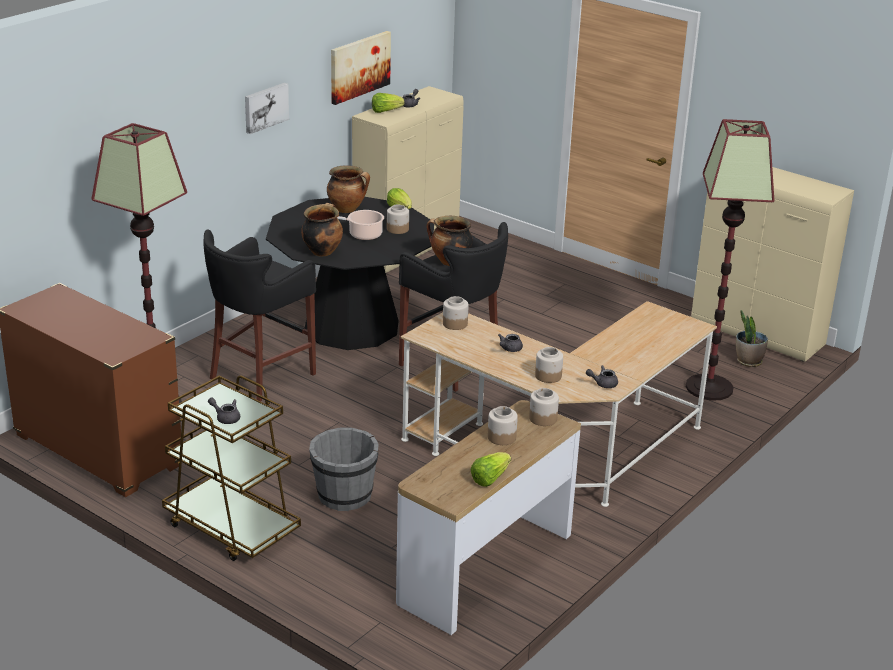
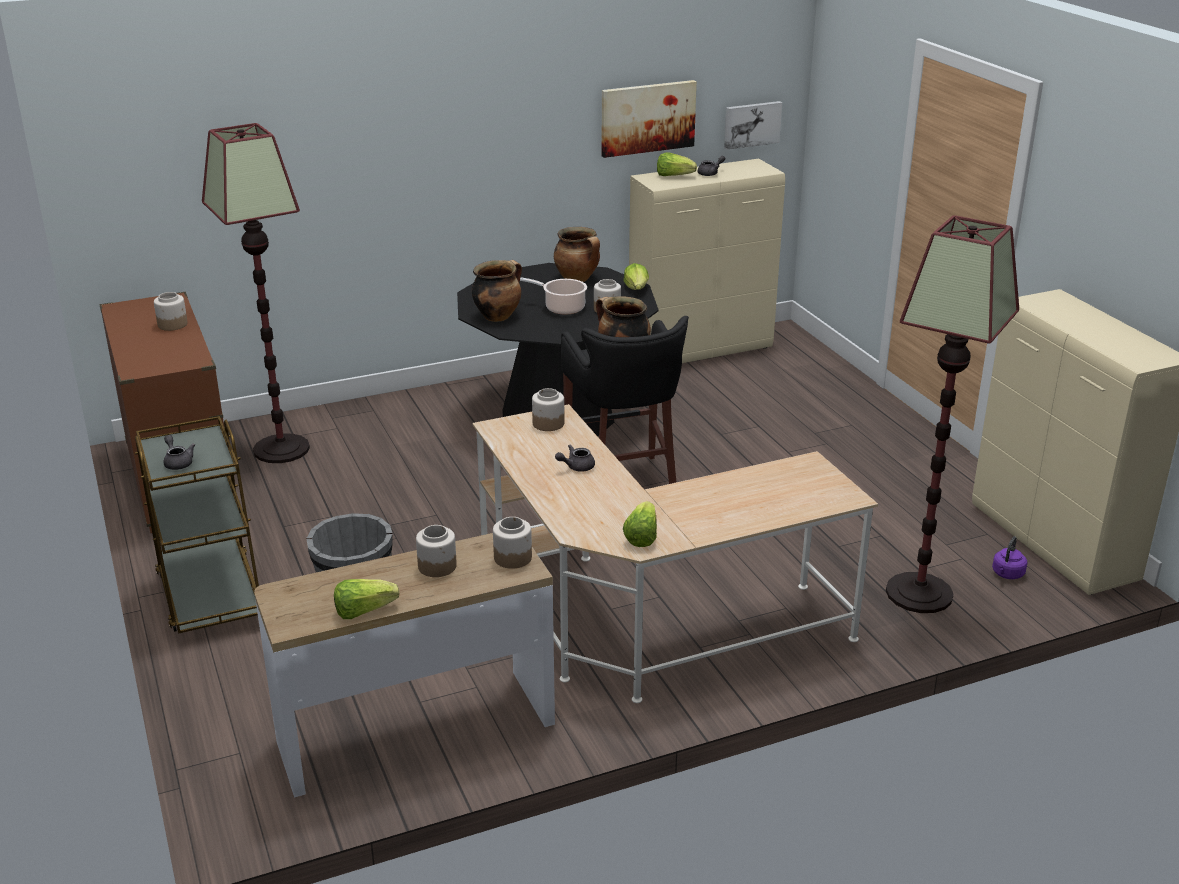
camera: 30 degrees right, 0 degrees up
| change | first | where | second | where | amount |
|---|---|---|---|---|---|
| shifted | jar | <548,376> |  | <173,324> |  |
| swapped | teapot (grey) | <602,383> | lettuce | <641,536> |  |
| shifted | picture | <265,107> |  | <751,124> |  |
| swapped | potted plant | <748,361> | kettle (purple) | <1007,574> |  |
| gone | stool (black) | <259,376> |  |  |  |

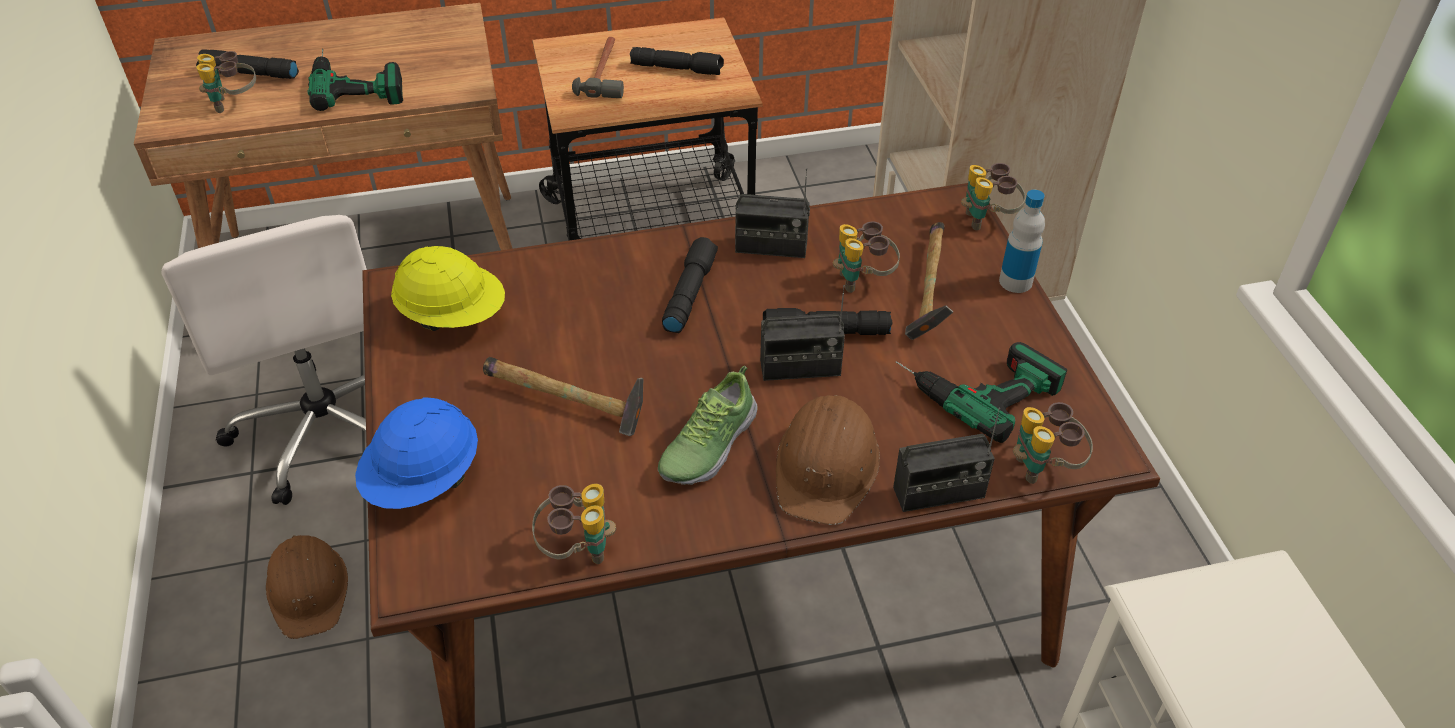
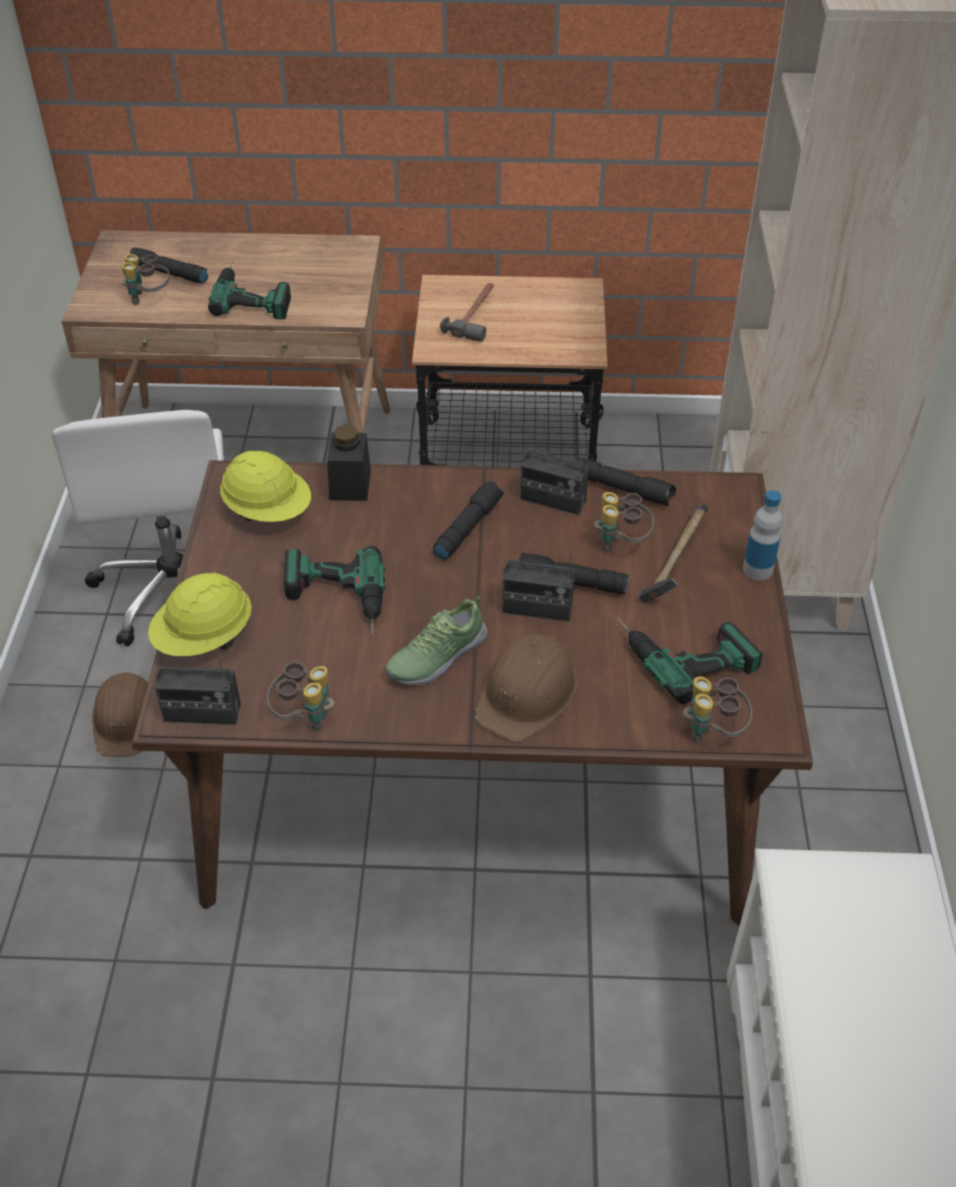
camera: 15 degrees right, 0 degrees up
| change | first | where | second | where | amount |
|---|---|---|---|---|---|
| repainted | hard hat (blue) | <424,480> | hard hat (yellow) | <205,639> |  |
| shifted | radio | <939,493> |  | <202,713> |  |
| swapped | hammer | <568,405> | power drill | <335,602> |  |
| new |  |  | jar (black) | <350,484> |  |
| shifted | flashlight (black) | <677,68> |  | <623,489> |  |
| gone | binoculars | <987,219> |  |  |  |

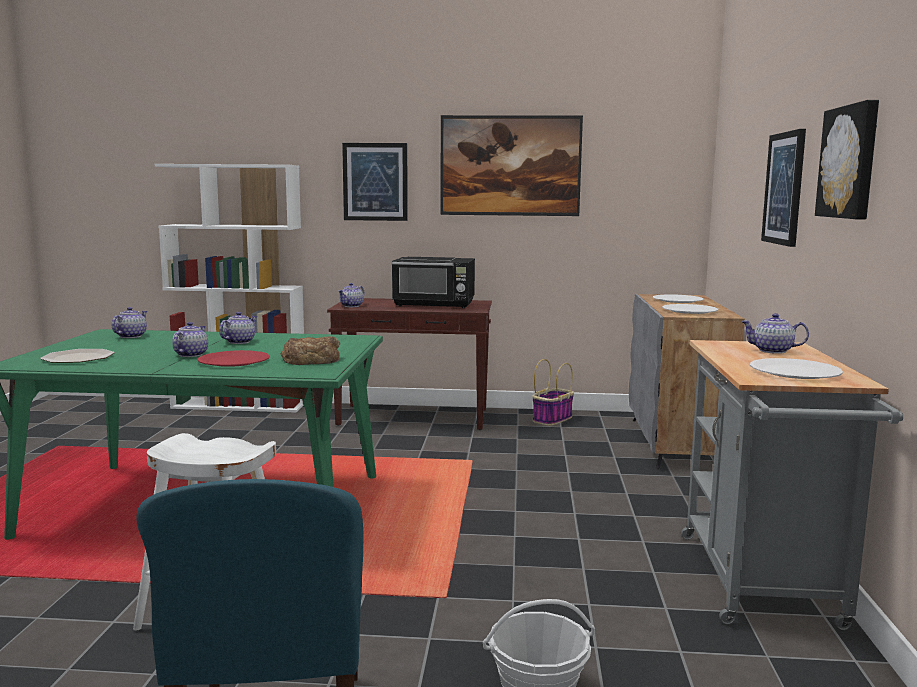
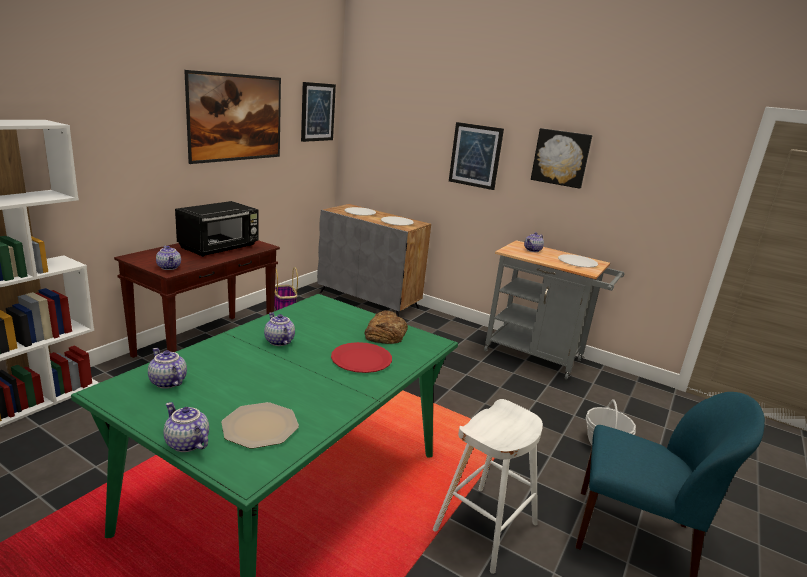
camera: 65 degrees left, 10 degrees up
| change | first | where | second | where | amount |
|---|---|---|---|---|---|
| shifted | teapot | <190,355> |  | <186,443> |  |
| shifted | picture | <375,182> |  | <317,112> |  |

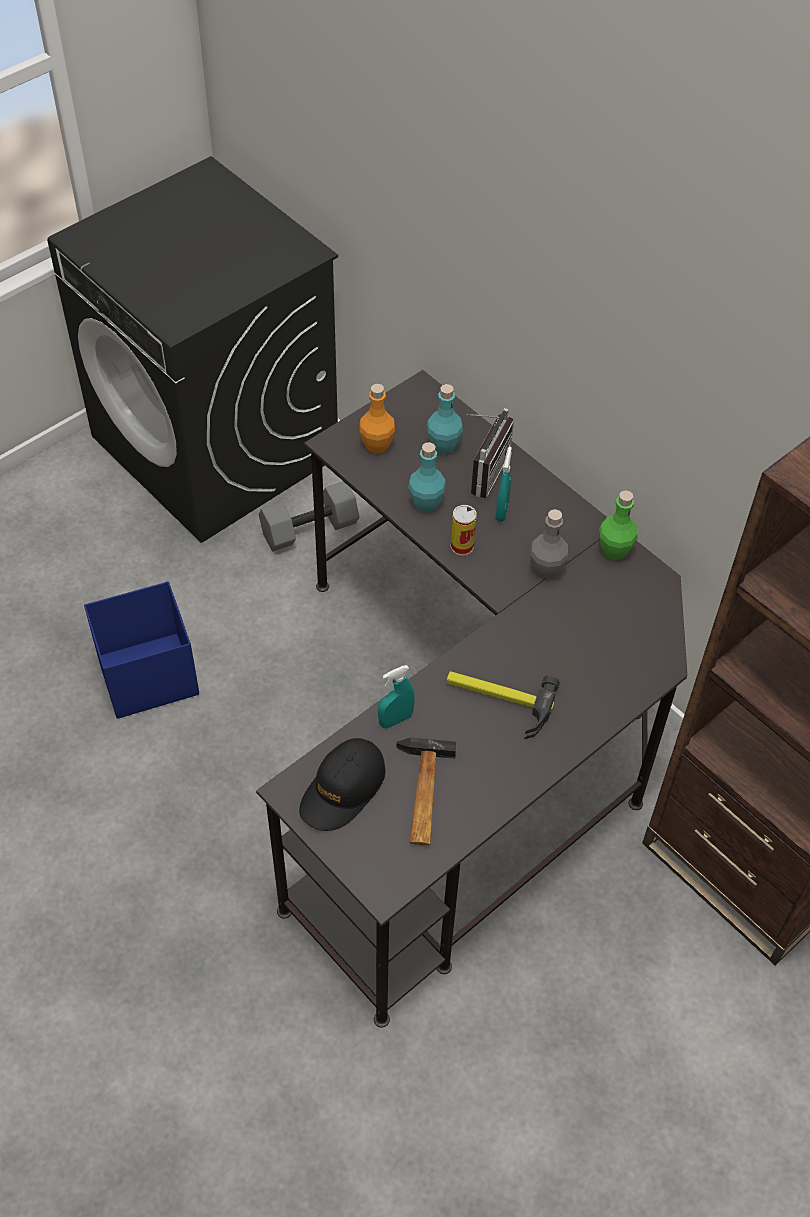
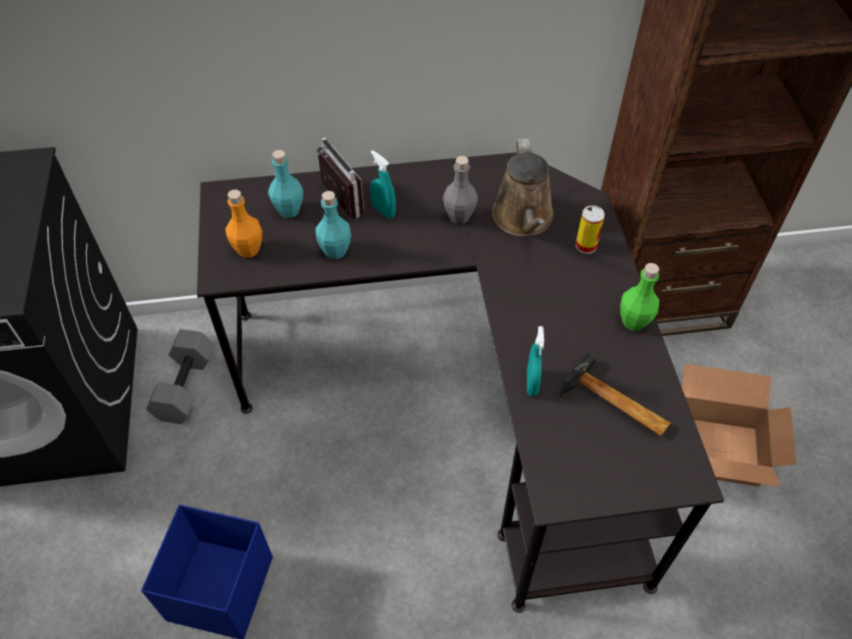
camera: 55 degrees left, 0 degrees up
| change | first | where | second | where | amount |
|---|---|---|---|---|---|
| new |  |  | watering can (brown) | <523,219> |  |
| shifted | can | <462,546> |  | <586,245> |  |
| shifted | bottle (green) | <614,551> |  | <633,321> |  |
| new |  |  | cardboard box | <715,451> |  |
| gone | cap (black) | <343,790> |  |  |  |
| gone | hammer | <498,700> |  |  |  |

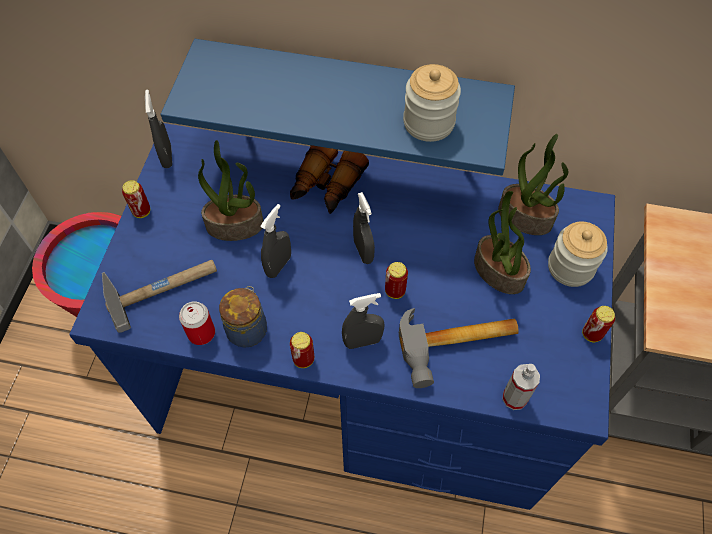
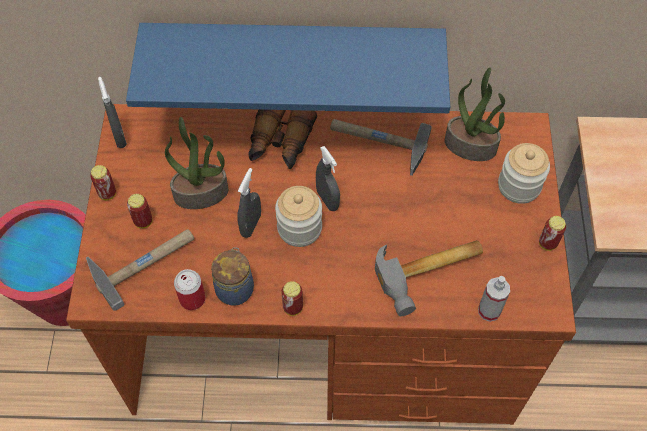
camera: 10 degrees left, 0 degrees up
| change | first | where | second | where | amount |
|---|---|---|---|---|---|
| repainted | desk (blue) | <358,381> | desk (brown) | <325,330> |  |
| shifted | can | <395,291> |  | <143,221> |  |
| shifted | jar | <428,122> |  | <299,228> |  |
| new |  |  | hammer | <377,142> |  |
| gone | spray bottle (grey) | <362,341> |  |  |  |
| gone | potted plant | <497,272> |  |  |  |

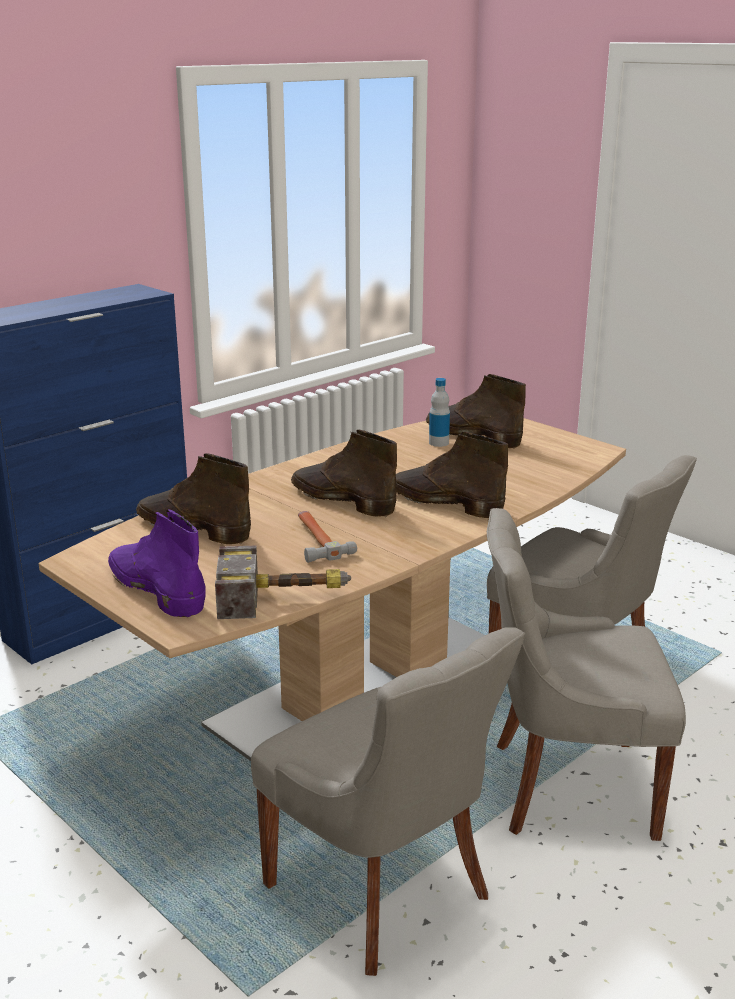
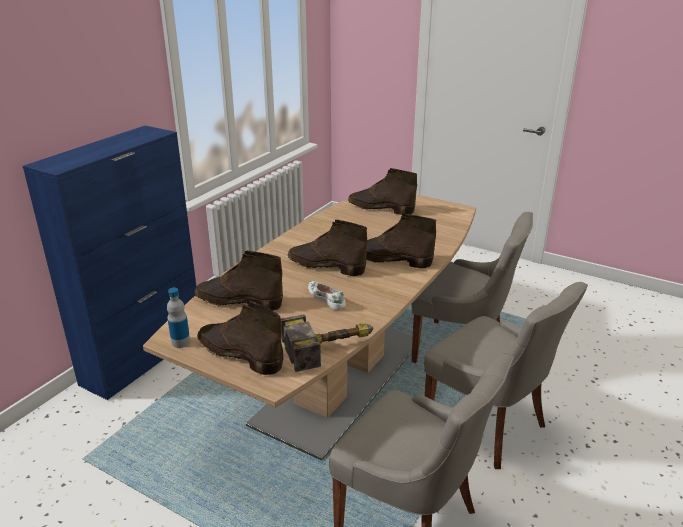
camera: 15 degrees left, 5 degrees up
| change | first | where | second | where | amount |
|---|---|---|---|---|---|
| shifted | bottle | <438,443> |  | <180,342> |  |
| repainted | boot (purple) | <155,588> | boot (brown) | <239,354> |  |
| swapped | hammer | <317,539> | shoe (white) | <327,298> |  |
| rotated | chair (grey) | <568,787> |  | <488,426> | 120 degrees counterclockwise |

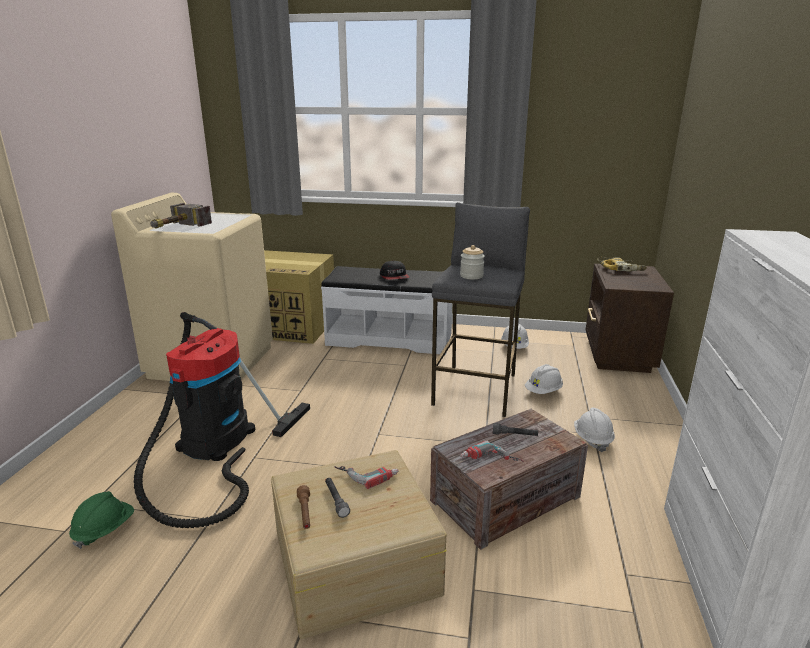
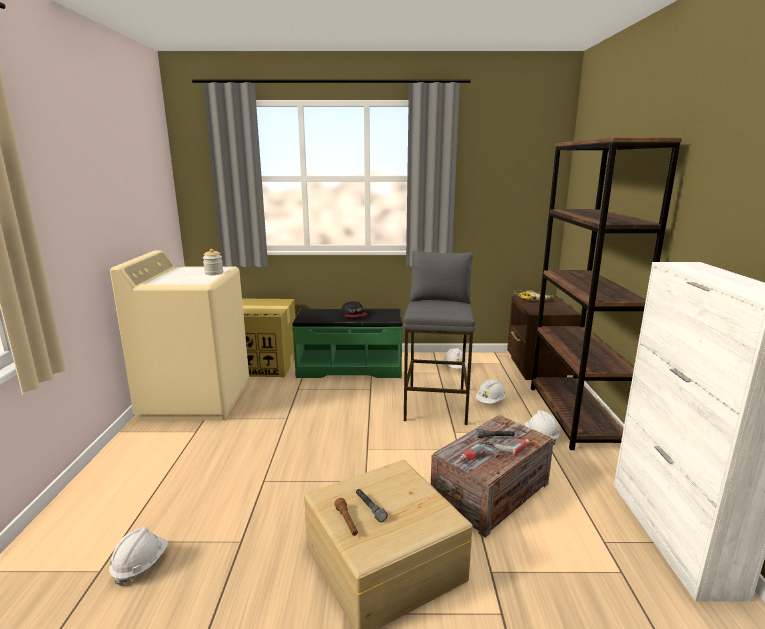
camera: 10 degrees left, 5 degrees down
| change | first | where | second | where | amount |
|---|---|---|---|---|---|
| repainted | hard hat (green) | <104,530> | hard hat (white) | <140,565> |  |
| shifted | jar | <471,276> |  | <214,273> |  |
| repainted | bench (white) | <390,338> | bench (green) | <350,368> |  |
| shifted | power drill | <367,473> |  | <505,445> |  |
| new |  |  | bookcase (brown) | <573,416> |  |
| gone | vacuum cleaner | <213,445> |  |  |  |
| gone | hammer | <176,227> |  |  |  |

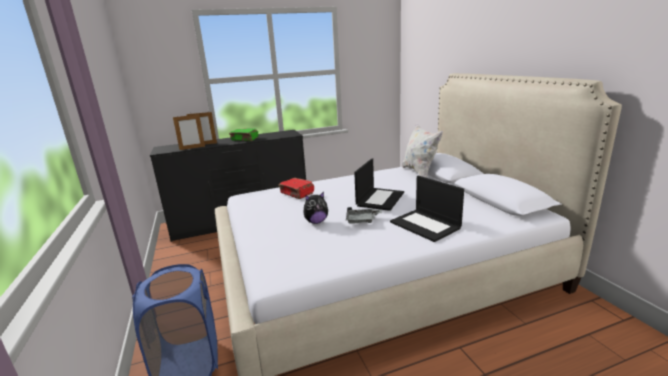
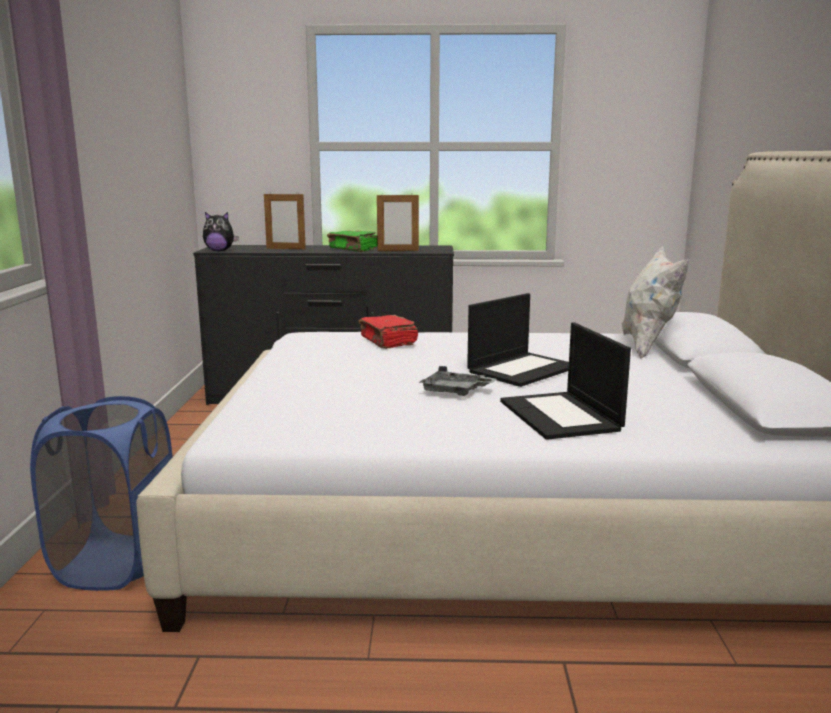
camera: 20 degrees right, 5 degrees down
| change | first | where | second | where | amount |
|---|---|---|---|---|---|
| shifted | plush toy | <316,222> |  | <220,251> |  |
| shifted | picture frame | <192,148> |  | <398,251> |  |

